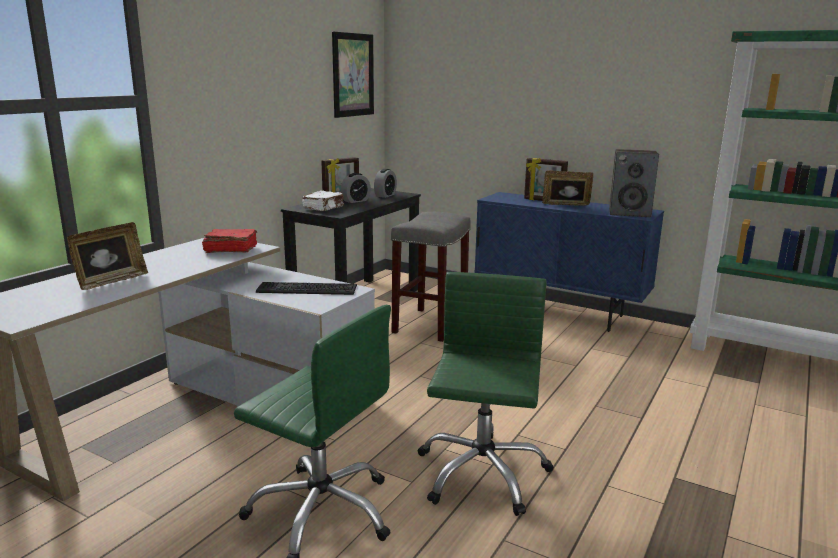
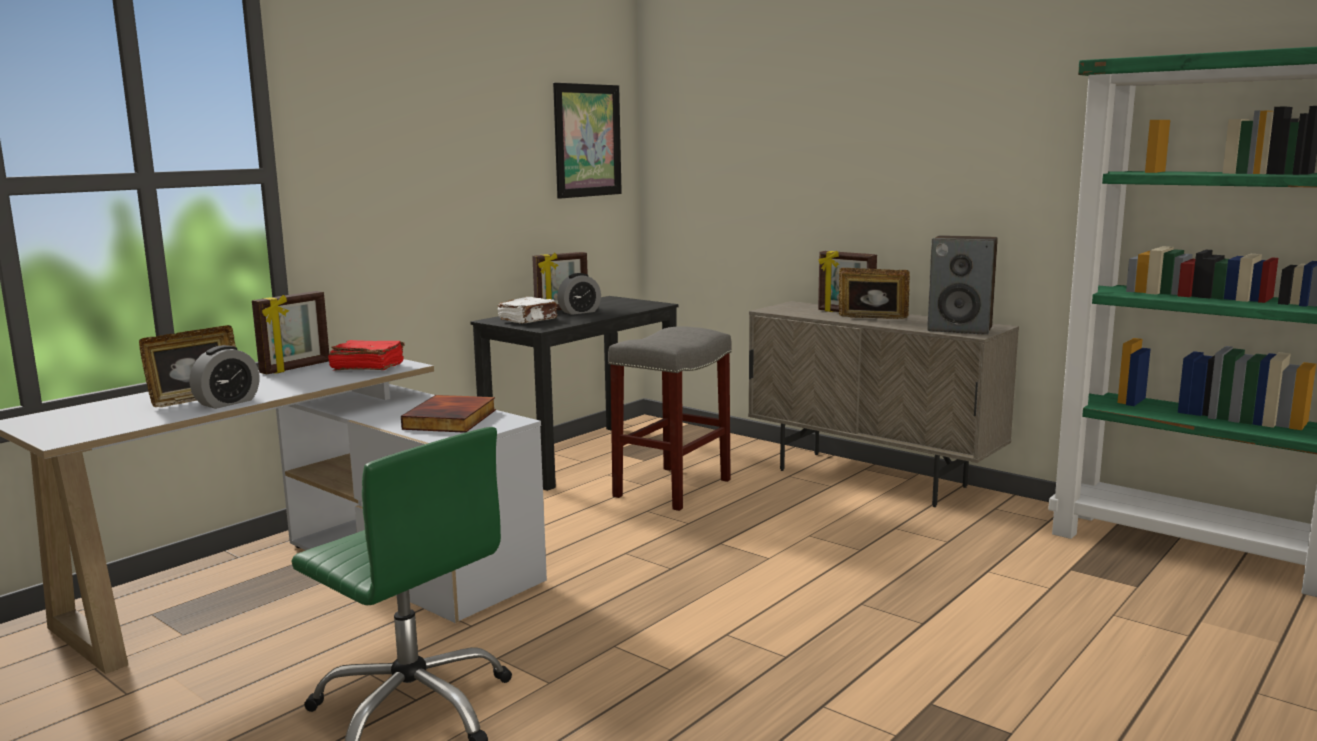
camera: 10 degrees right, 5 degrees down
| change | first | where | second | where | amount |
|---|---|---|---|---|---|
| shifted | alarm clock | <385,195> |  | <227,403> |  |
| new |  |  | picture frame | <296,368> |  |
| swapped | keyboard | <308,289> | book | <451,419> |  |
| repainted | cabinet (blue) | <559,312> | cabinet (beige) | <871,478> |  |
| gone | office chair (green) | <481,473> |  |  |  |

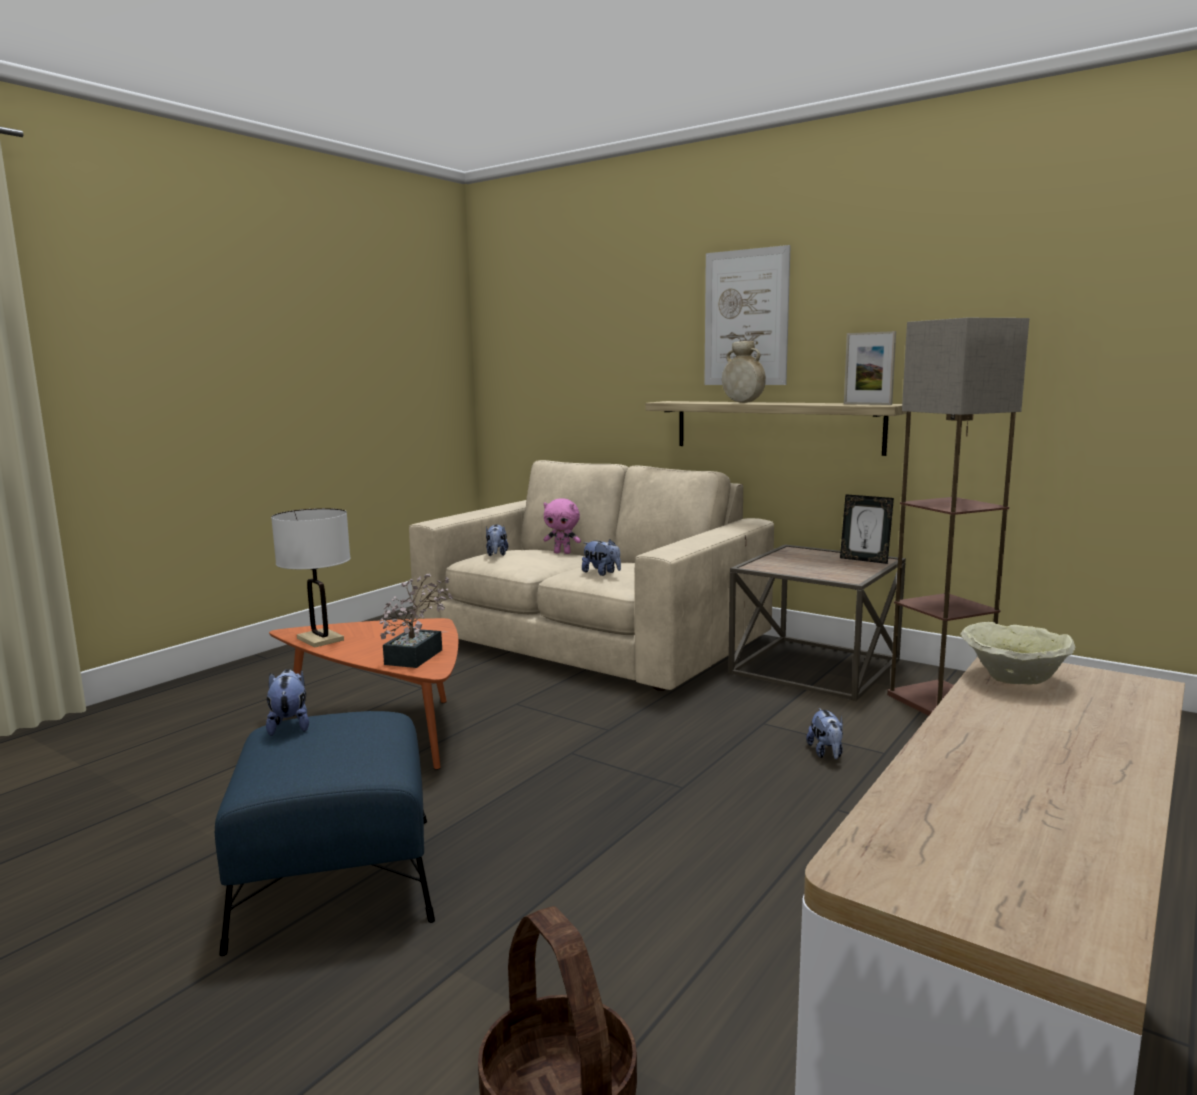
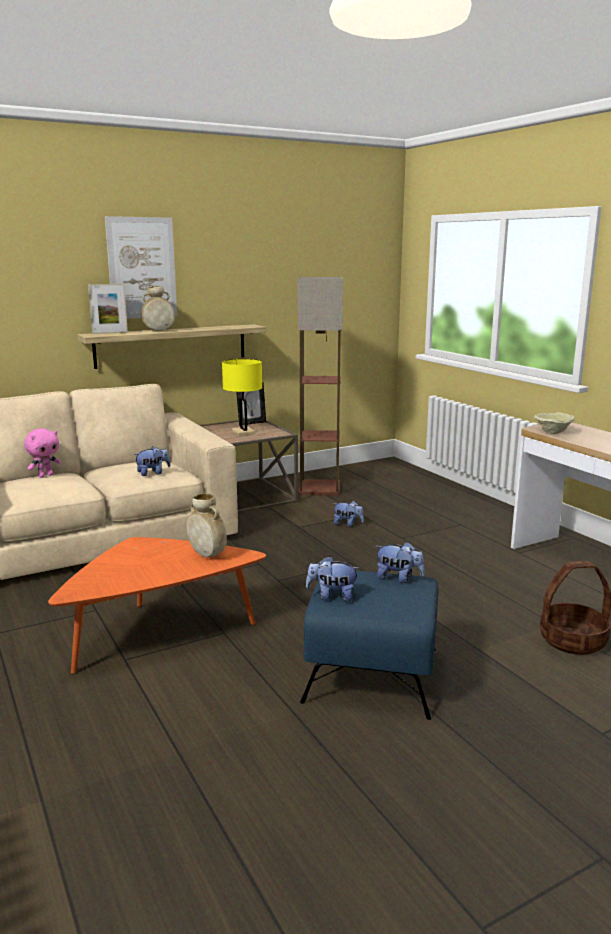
camera: 65 degrees left, 5 degrees up
| change | first | where | second | where | amount |
|---|---|---|---|---|---|
| shifted | picture frame | <867,404> |  | <110,333> |  |
| swapped | potted plant | <418,654> | vase (beige) | <208,555> |  |
| new |  |  | table lamp (yellow) | <243,432> |  |
| shifted | plush toy | <496,554> |  | <399,578> |  |
| gone | table lamp (white) | <320,639> |  |  |  |

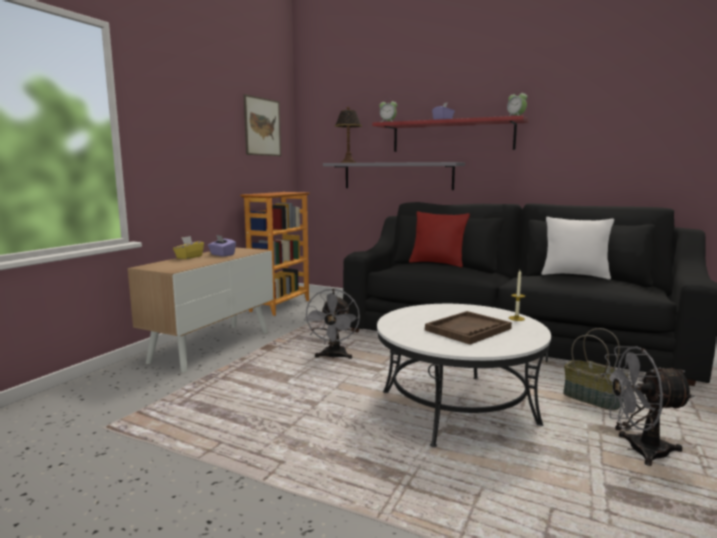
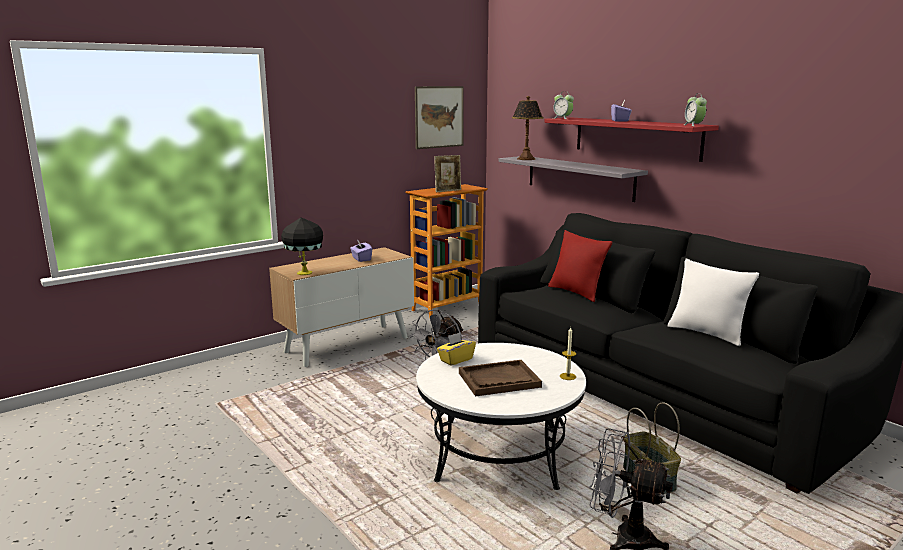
camera: 25 degrees right, 5 degrees up
| change | first | where | second | where | amount |
|---|---|---|---|---|---|
| new |  |  | table lamp (black) | <305,272> |  |
| new |  |  | picture frame | <448,191> |  |
| shifted | tissue box (yellow) | <189,257> |  | <456,360> |  |

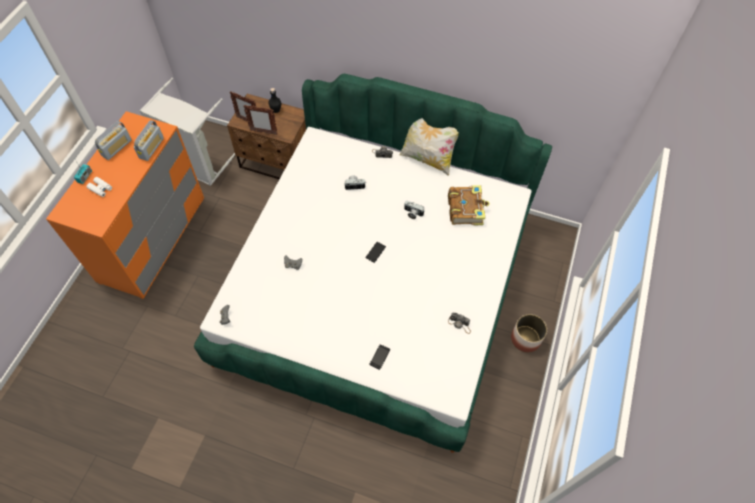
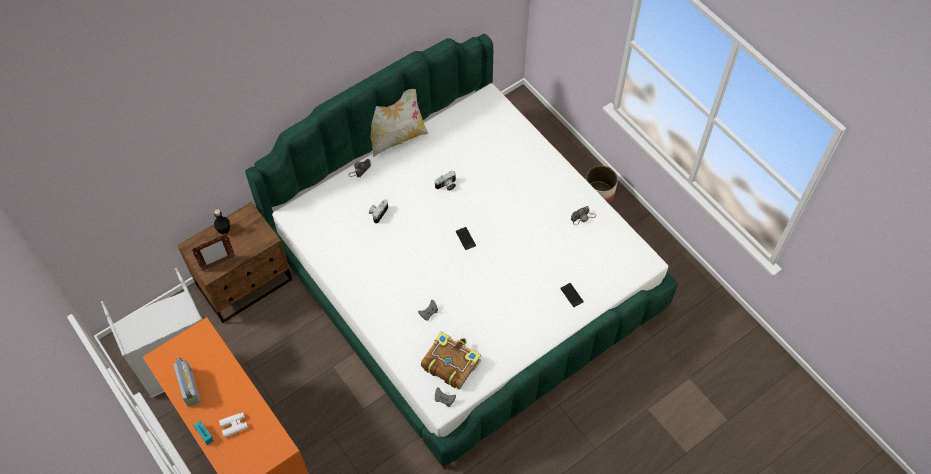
camera: 55 degrees left, 0 degrees up
| change | first | where | second | where | amount |
|---|---|---|---|---|---|
| shifted | book | <466,209> |  | <450,363> |  |
| gone | radio | <151,148> |  |  |  |
| gone | picture frame | <263,132> |  |  |  |

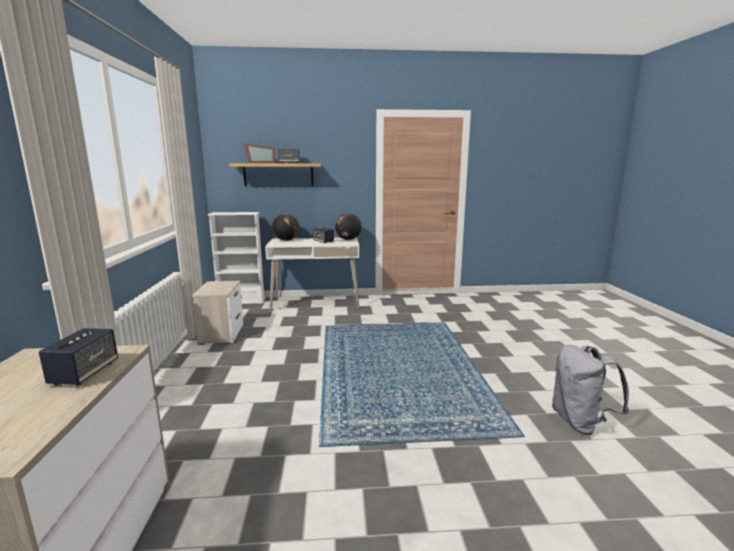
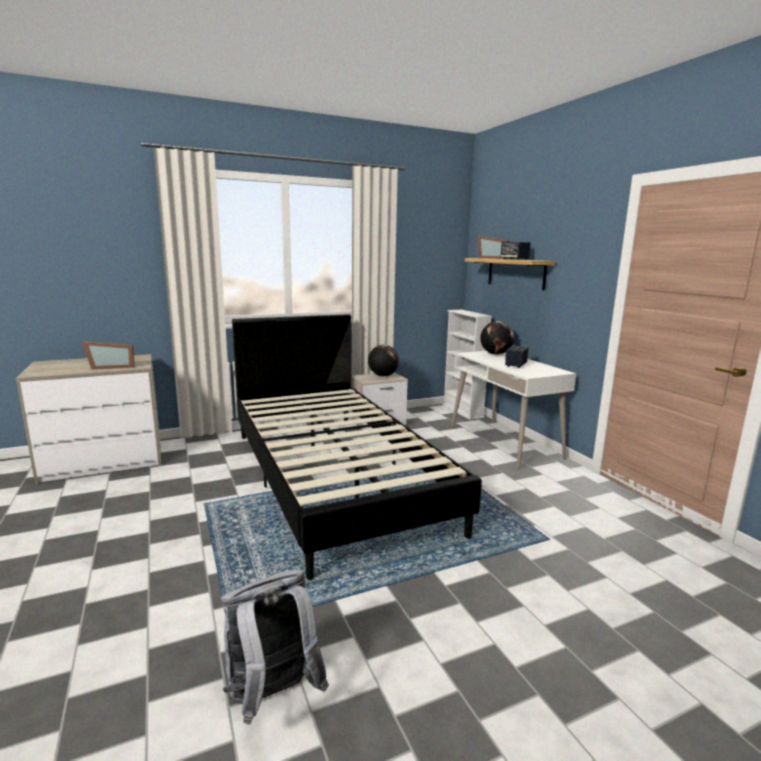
camera: 70 degrees right, 0 degrees up
| change | first | where | second | where | amount |
|---|---|---|---|---|---|
| swapped | speaker | <84,373> | picture frame | <112,367> |  |
| new |  |  | bed (black) | <333,477> |  |
| shifted | globe | <348,240> |  | <383,375> |  |

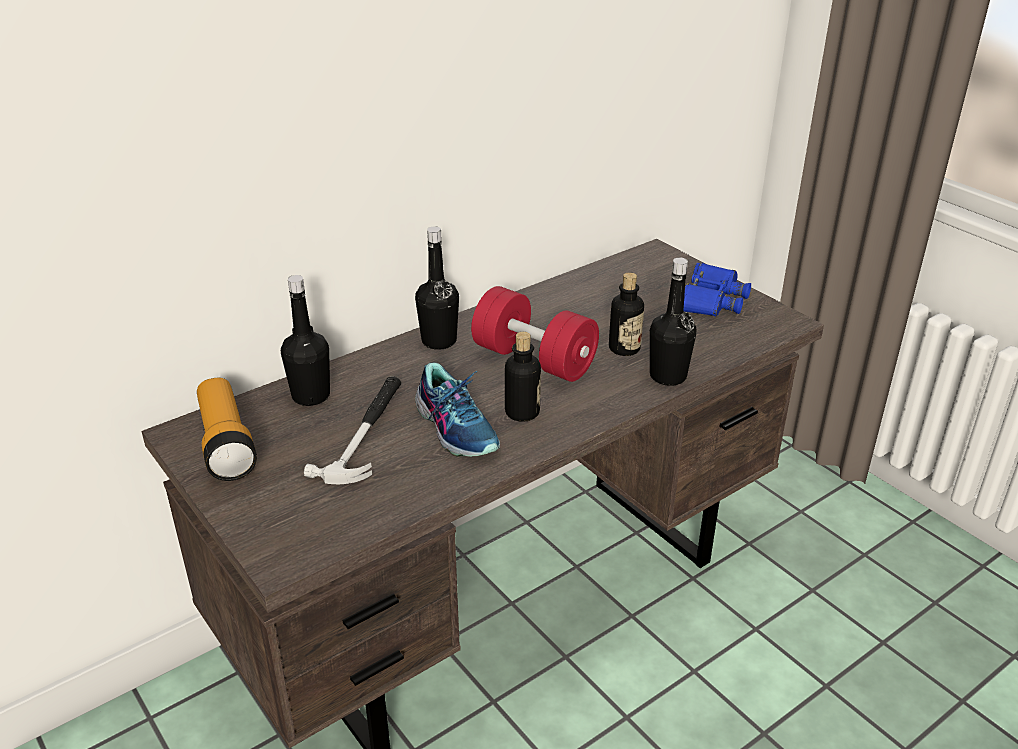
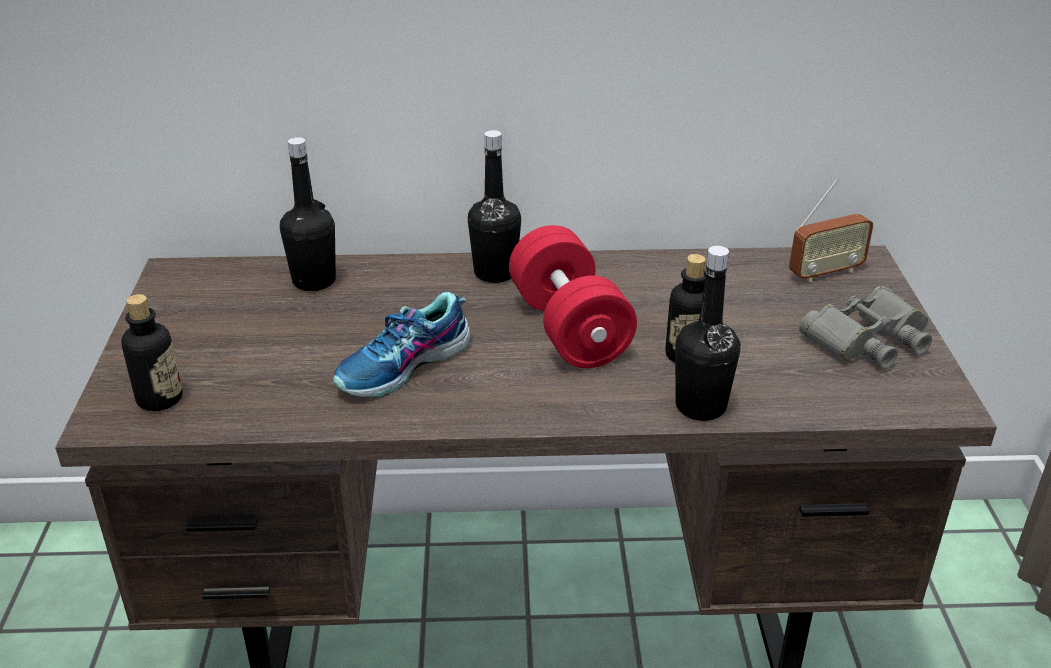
camera: 35 degrees right, 0 degrees up
| change | first | where | second | where | amount |
|---|---|---|---|---|---|
| shifted | bottle | <522,412> |  | <160,399> |  |
| rotated | shoe | <457,428> |  | <404,367> | 45 degrees clockwise |
| new |  |  | radio | <825,273> |  |
| repainted | binoculars (blue) | <710,299> | binoculars (grey) | <867,339> |  |
| gone | flashlight | <226,444> |  |  |  |
| gone | hammer | <366,432> |  |  |  |

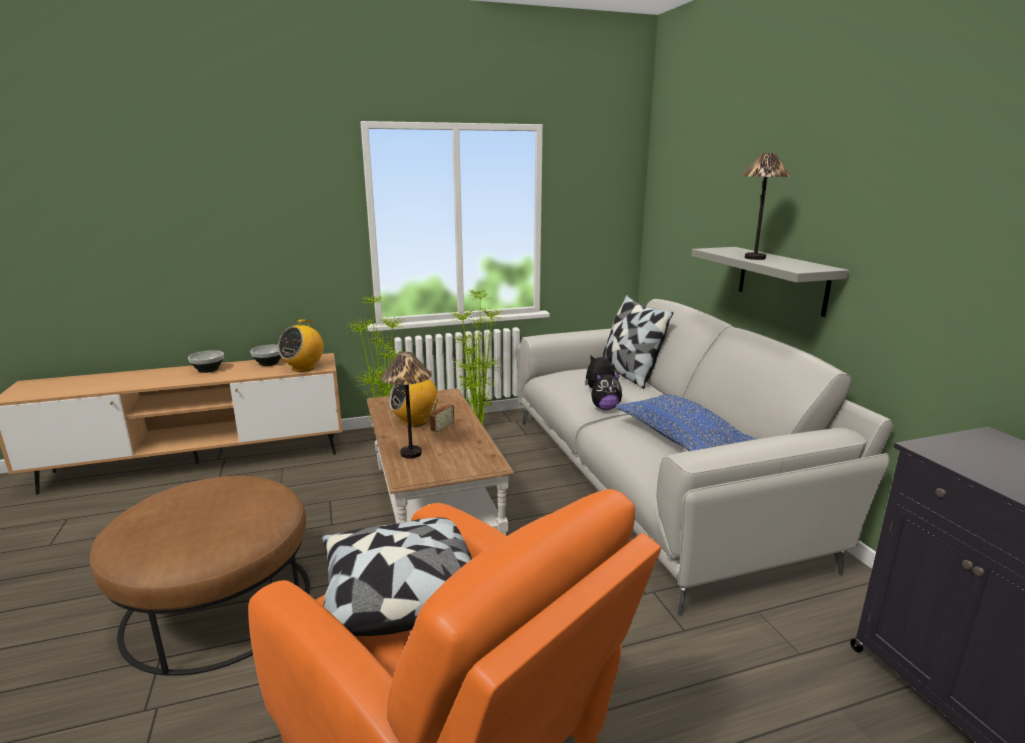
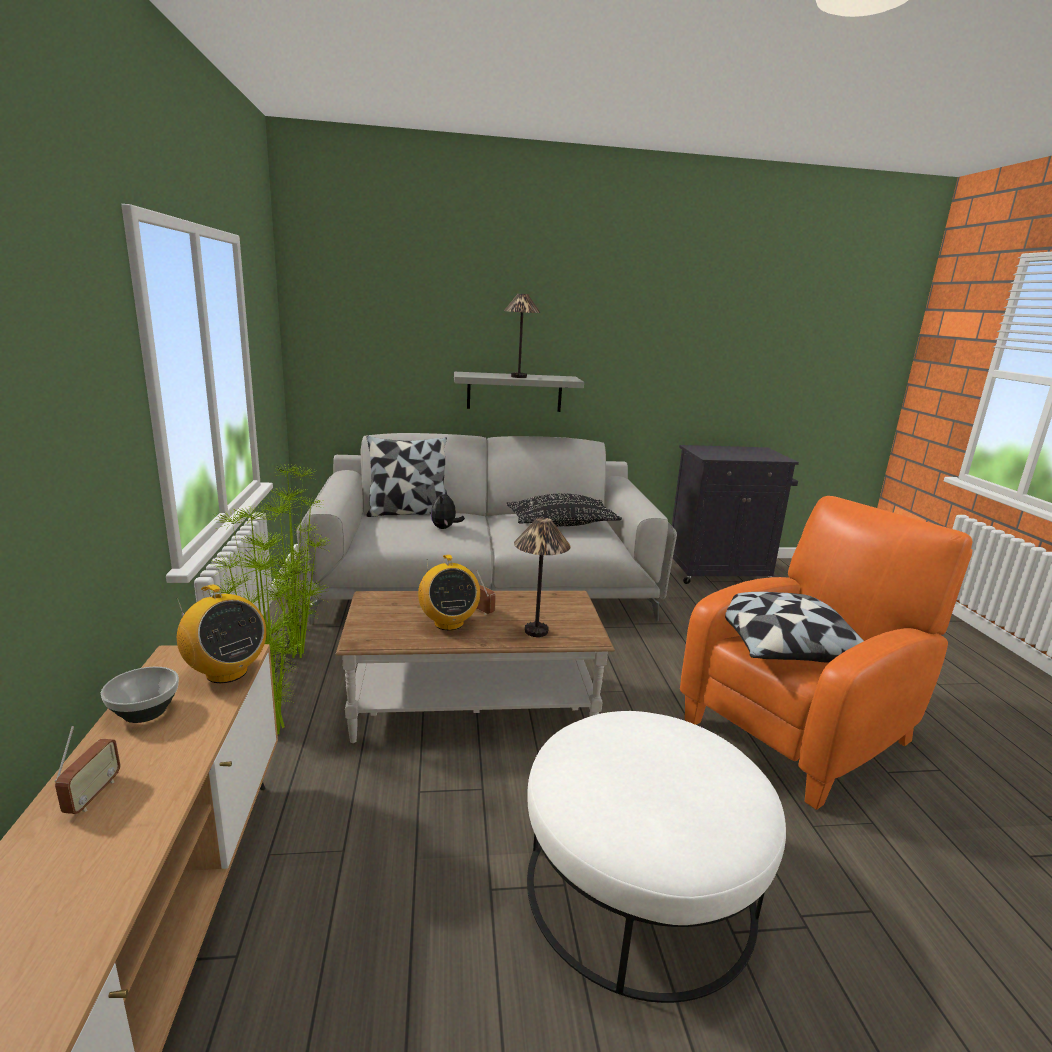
camera: 80 degrees left, 0 degrees up
| change | first | where | second | where | amount |
|---|---|---|---|---|---|
| swapped | bowl | <209,369> | radio | <93,795> |  |
| repainted | pillow (blue) | <680,438> | pillow (black) | <561,524> |  |
| repainted | ottoman (brown) | <219,605> | ottoman (white) | <639,887> |  |
| gone | plush toy | <605,408> |  |  |  |

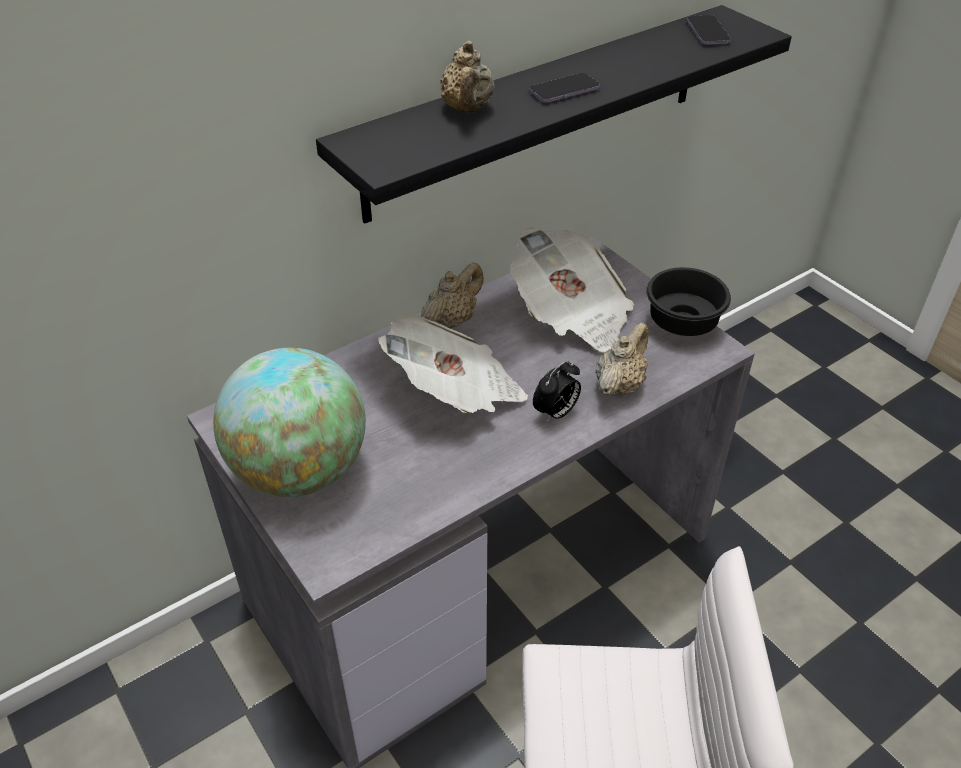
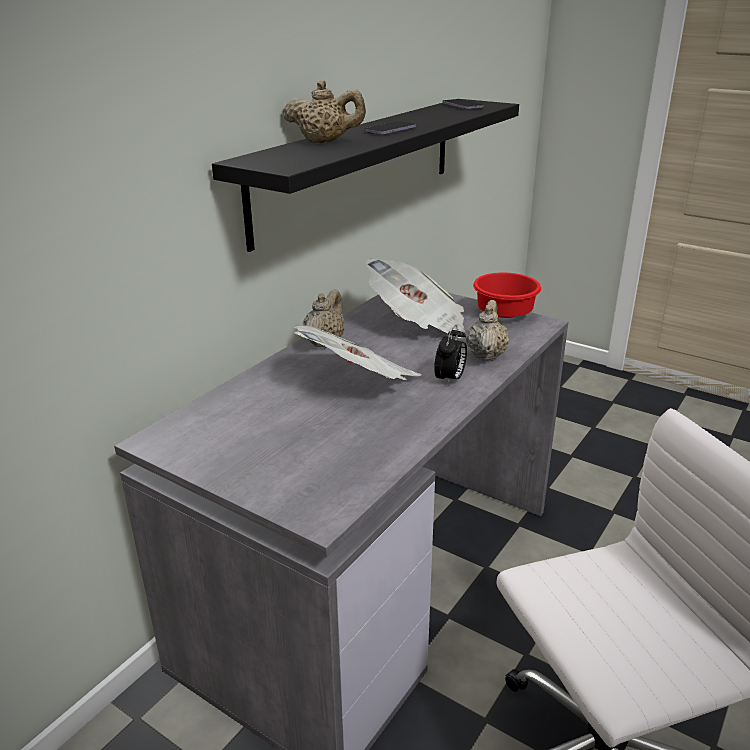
camera: 20 degrees left, 15 degrees down
| change | first | where | second | where | amount |
|---|---|---|---|---|---|
| rotated | teapot (beige) | <467,109> |  | <325,142> | 60 degrees counterclockwise |
| repainted | bowl (black) | <680,323> | bowl (red) | <503,314> |  |
| gone | globe | <299,471> |  |  |  |

